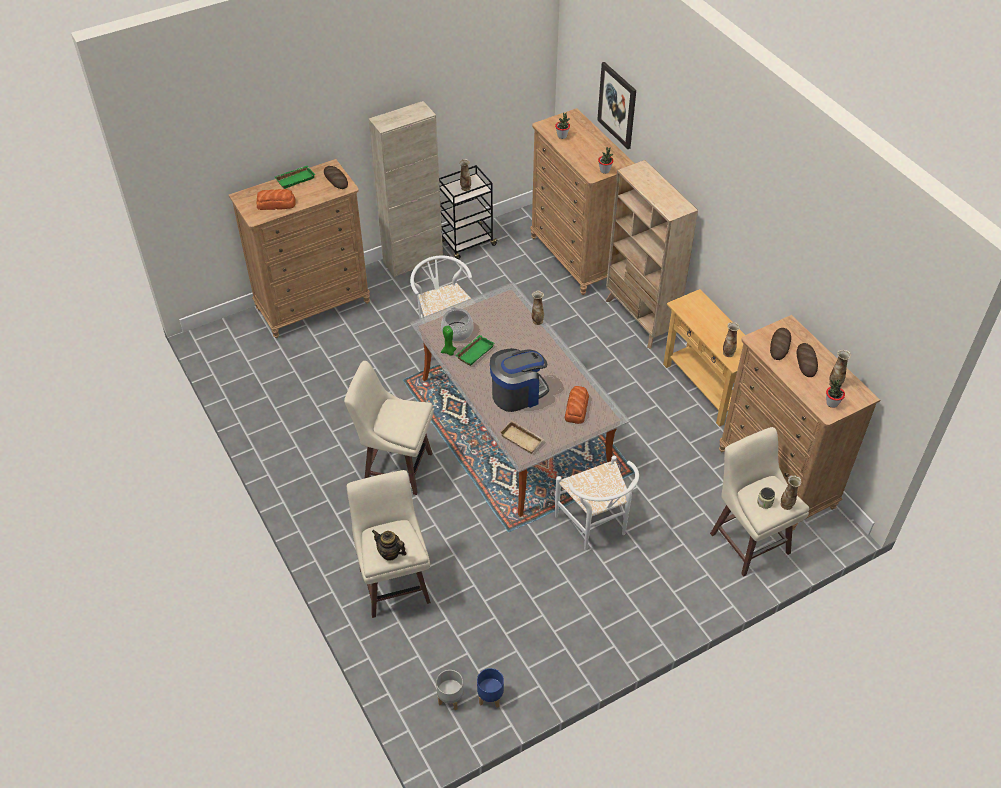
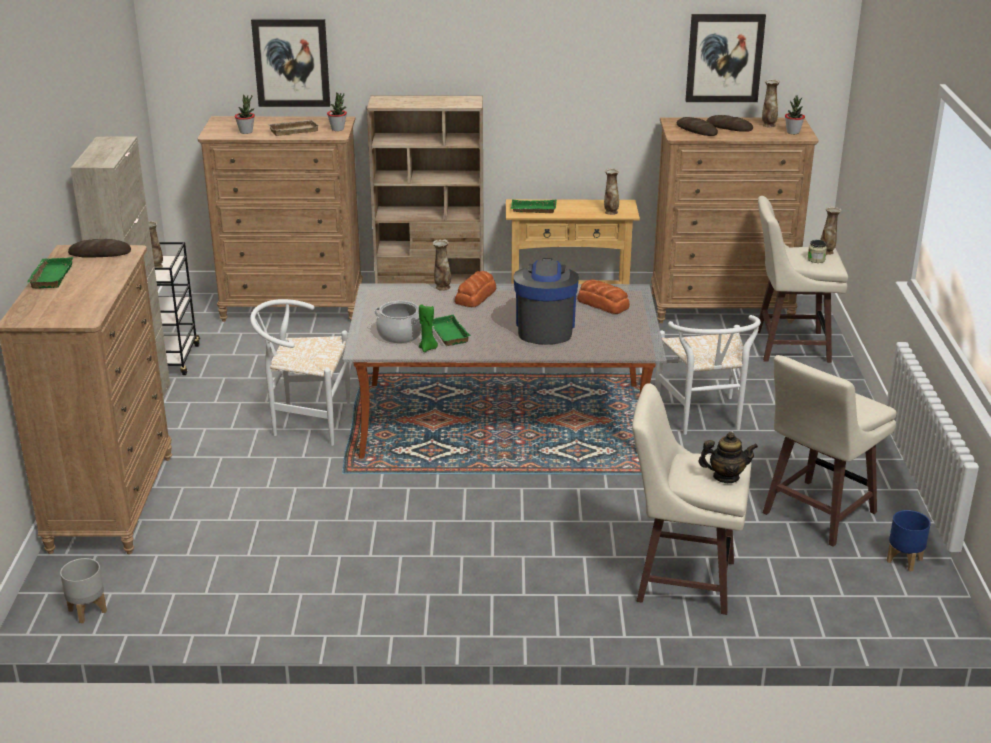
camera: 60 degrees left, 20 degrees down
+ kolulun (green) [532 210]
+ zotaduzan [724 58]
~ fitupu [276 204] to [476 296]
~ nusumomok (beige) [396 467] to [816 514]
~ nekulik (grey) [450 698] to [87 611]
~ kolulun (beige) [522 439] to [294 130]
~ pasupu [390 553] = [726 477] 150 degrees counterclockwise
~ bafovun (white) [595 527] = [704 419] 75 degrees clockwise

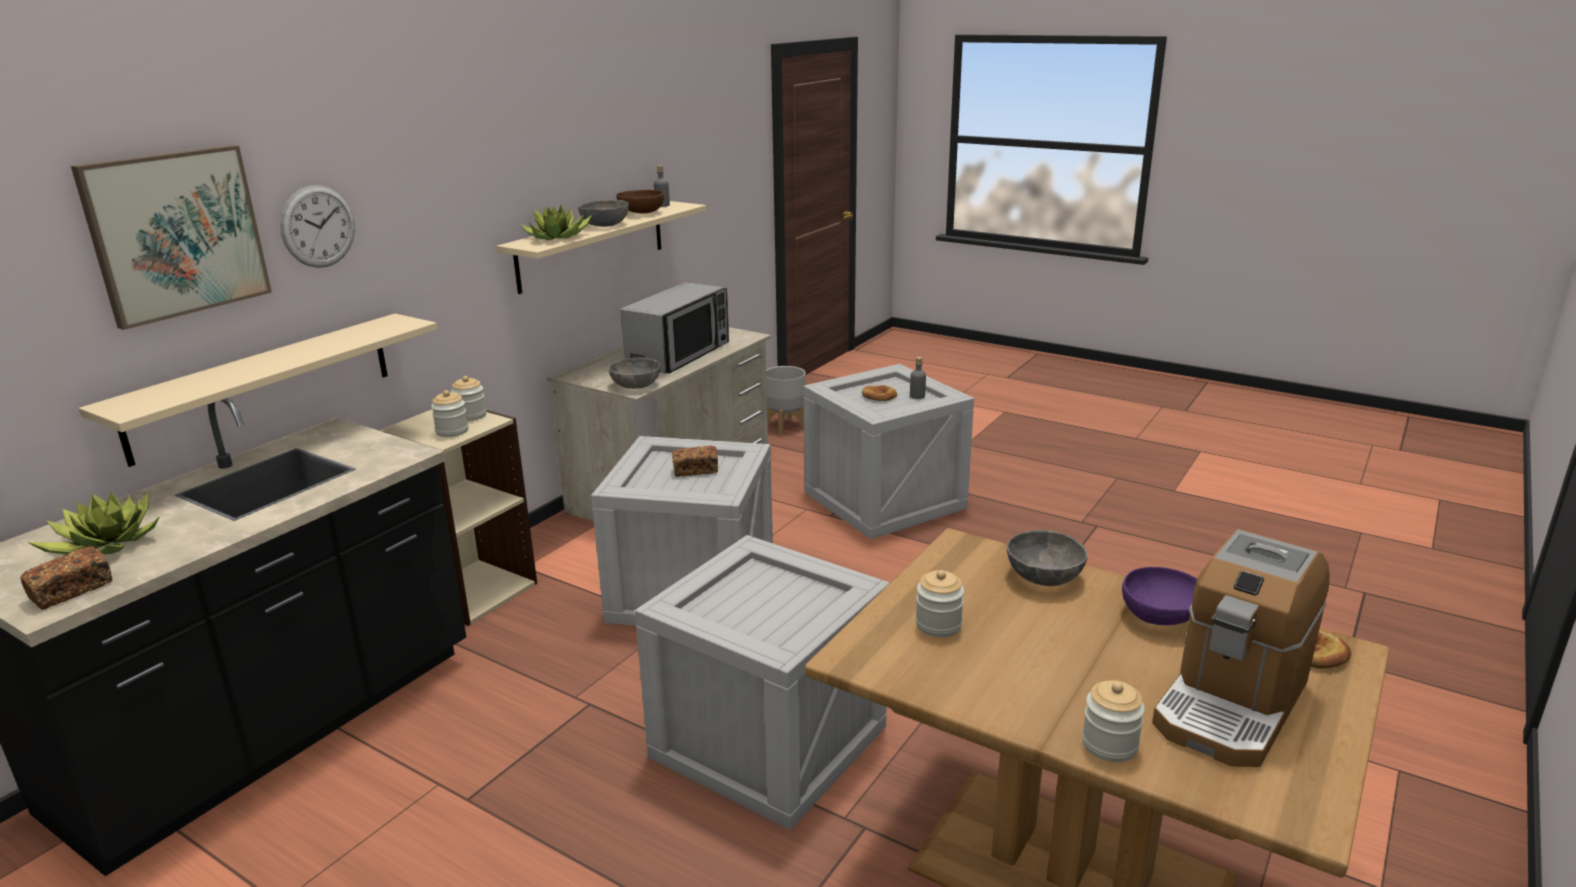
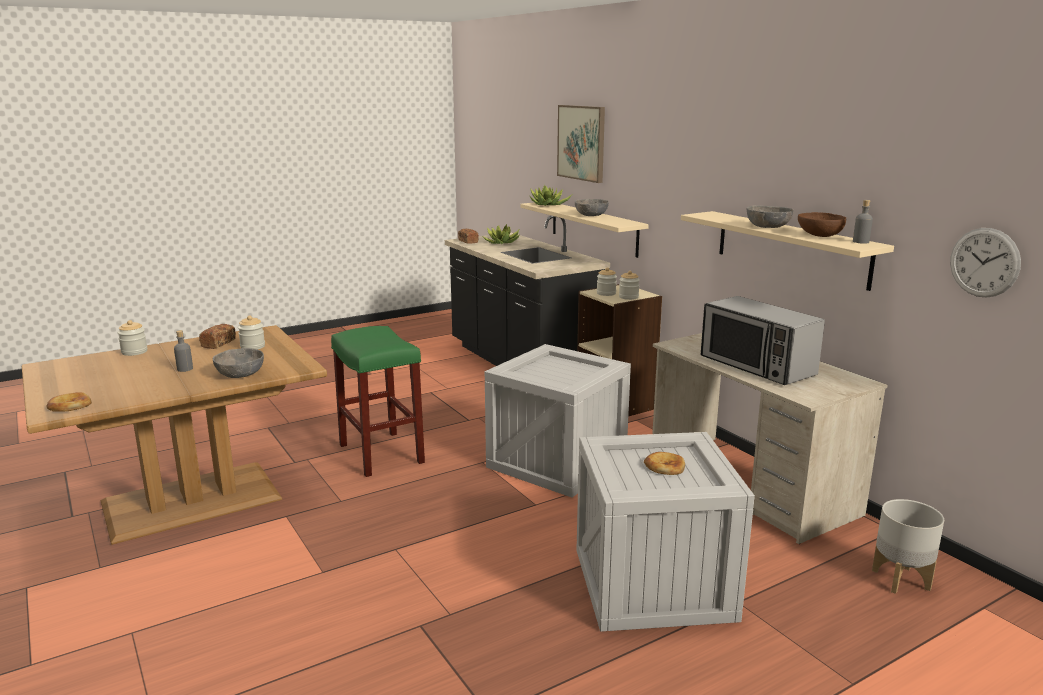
camera: 115 degrees right, 5 degrees down
- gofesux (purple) [1161 617]
- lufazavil [1231 703]
~ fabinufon [318 226] to [984 262]
~ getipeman [557 237] to [548 205]
~ gofesux (grey) [635 385] to [591 215]
~ fitupu [695 470] to [218 343]
~ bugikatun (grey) [917 396] to [185 369]
~ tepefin [768 742] to nusumomok (green) [382 454]

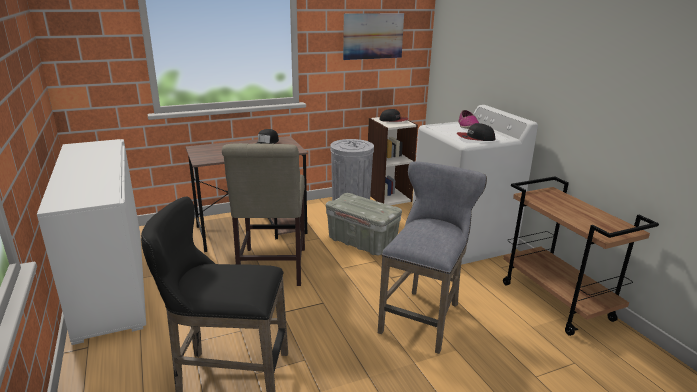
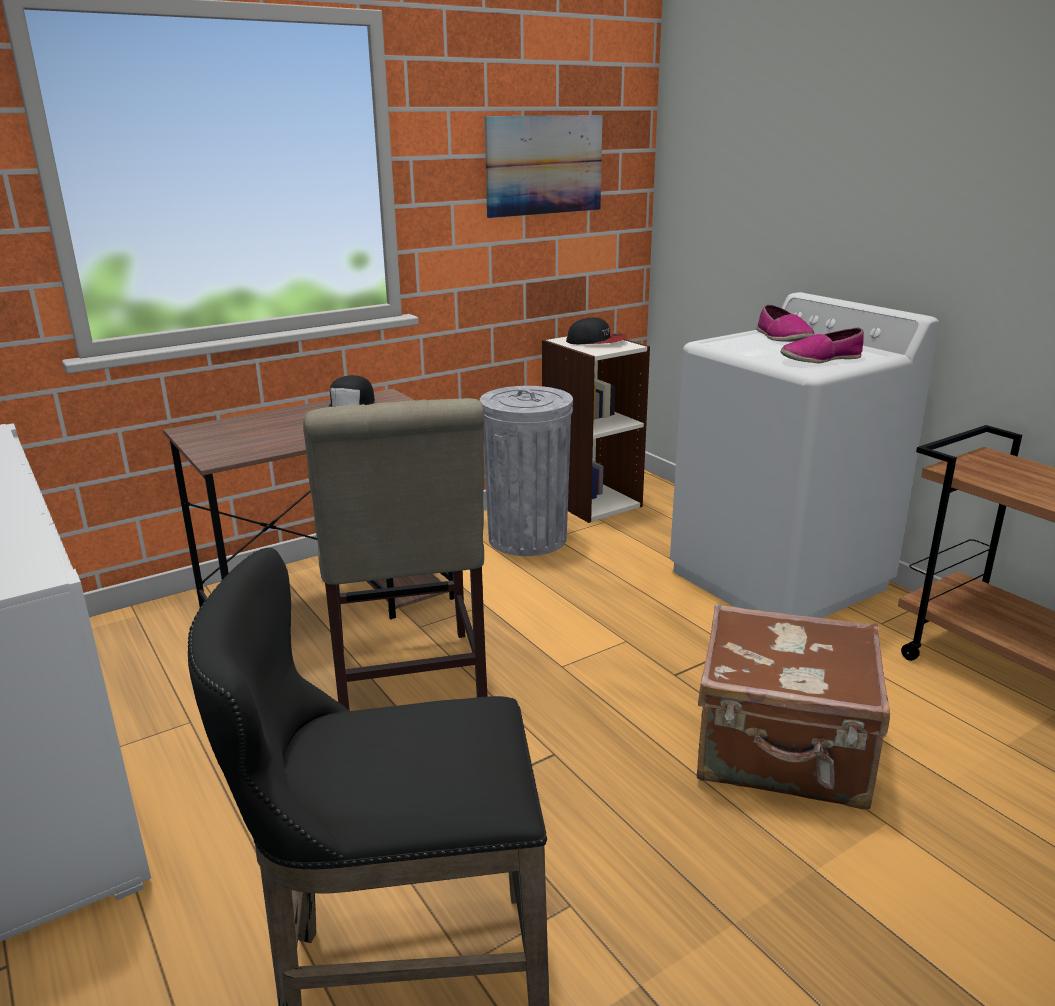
camera: 10 degrees left, 0 degrees up
- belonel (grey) [361 242]
~ nusumomok (grey) [424 316] to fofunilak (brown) [782 753]
~ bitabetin [475 138] to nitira [820 359]

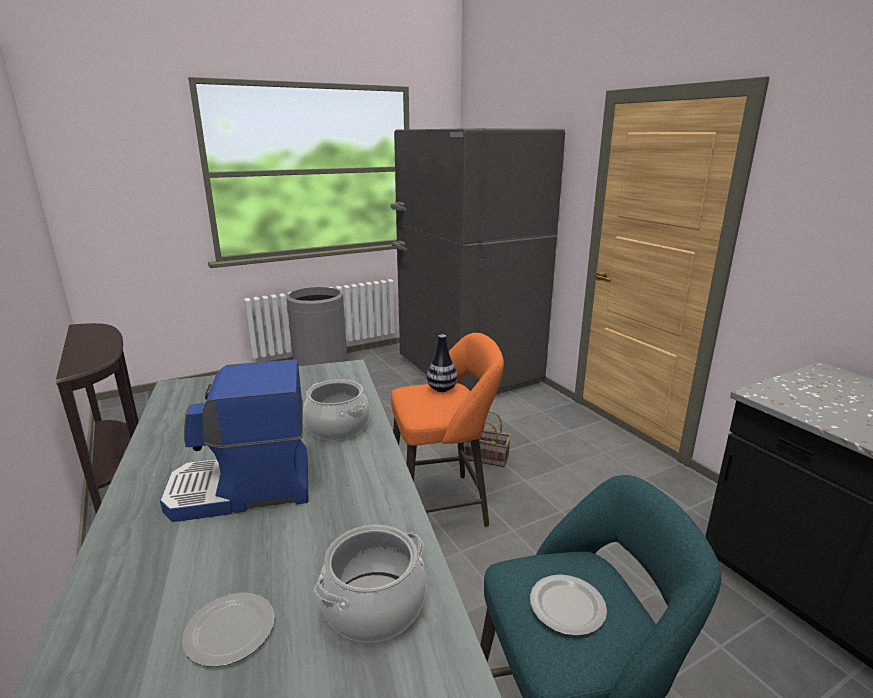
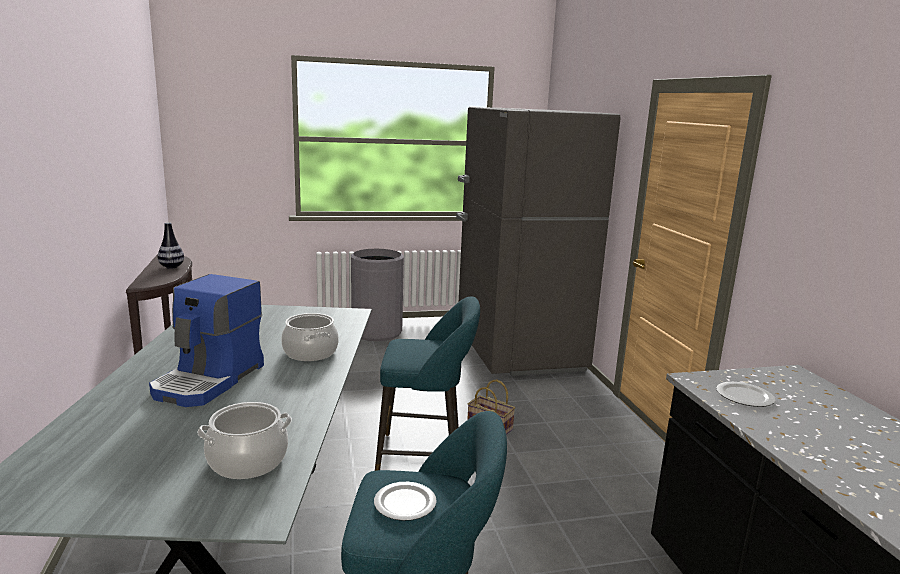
camera: 15 degrees right, 5 degrees down
~ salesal [229 629] to [744 396]
~ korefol [441 389] to [171 267]
~ nusumomok (orange) [443 505] to nusumomok (turquoise) [425 457]
~ lufazavil [242 490] = [210 380] 75 degrees counterclockwise

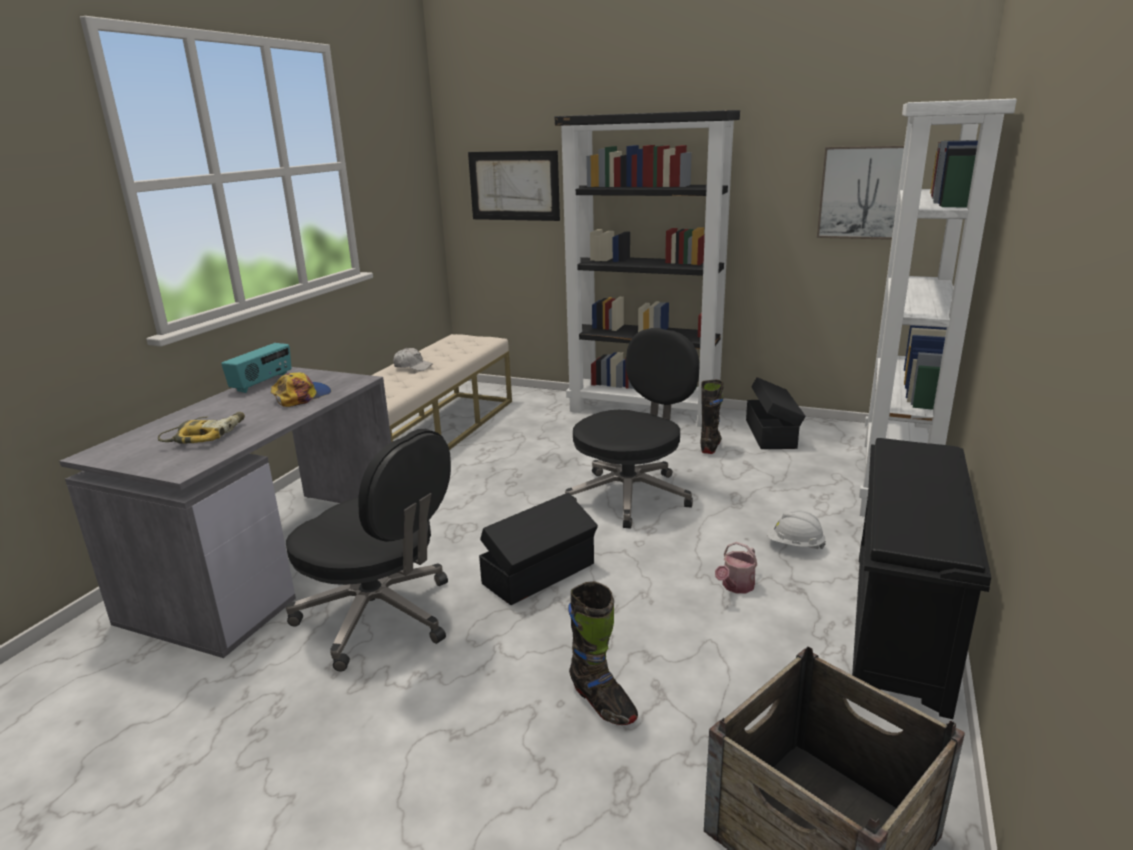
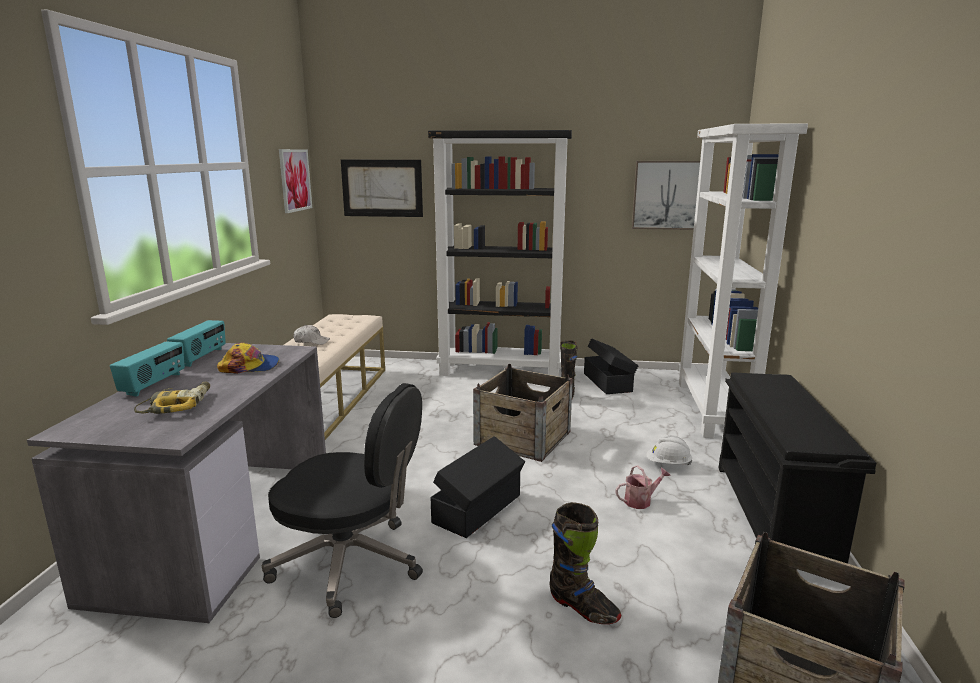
camera: 15 degrees left, 5 degrees down
+ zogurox [154 384]
+ zotaduzan [295 180]
~ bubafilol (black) [631 495] to tepefin [523 438]
~ bitabetin [301 396] = [250 366] 60 degrees clockwise
~ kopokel [736 587] = [641 501] 135 degrees counterclockwise

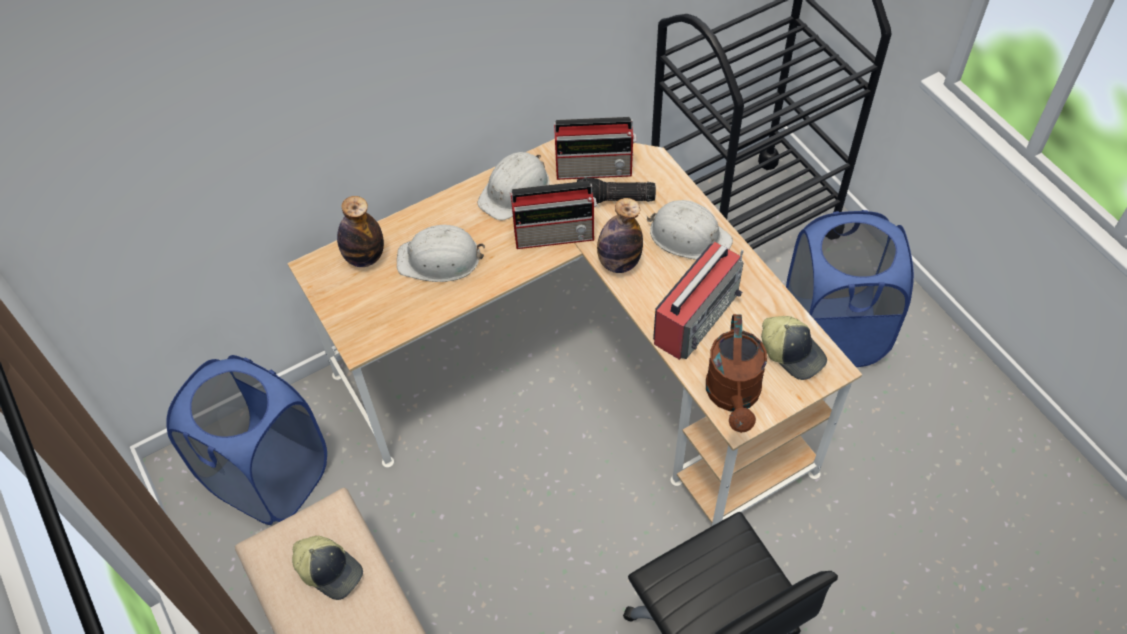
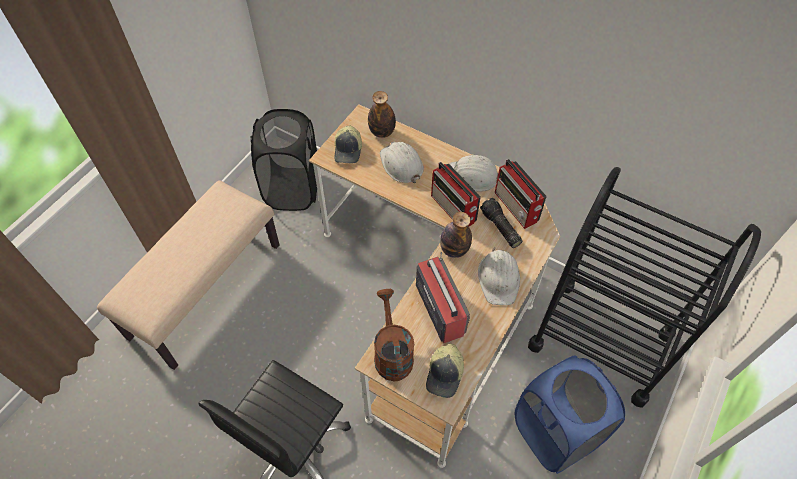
camera: 60 degrees right, 0 degrees up
~ bitabetin [330 570] to [348 150]
~ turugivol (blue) [269 477] to turugivol (black) [292 189]
~ zogurox [696 317] = [439 308] 120 degrees counterclockwise
~ kopokel (brown) [734 397] = [392 353] 105 degrees clockwise

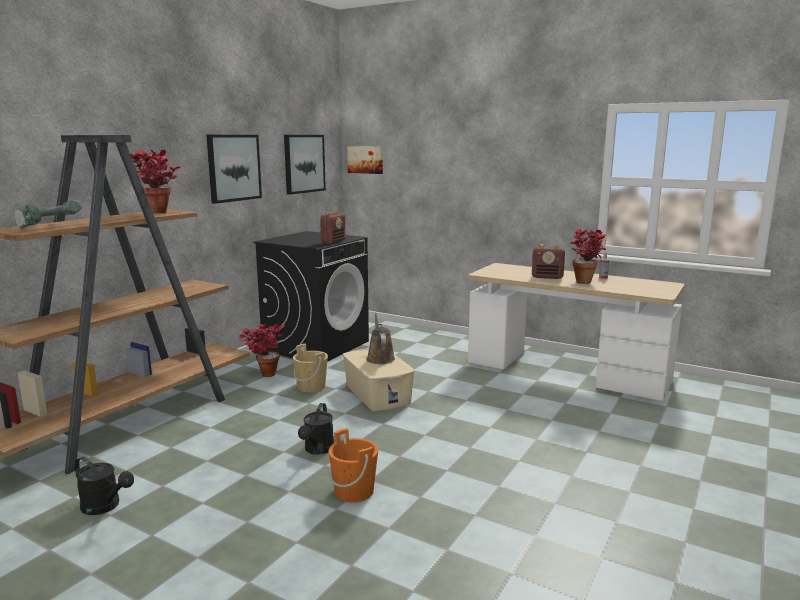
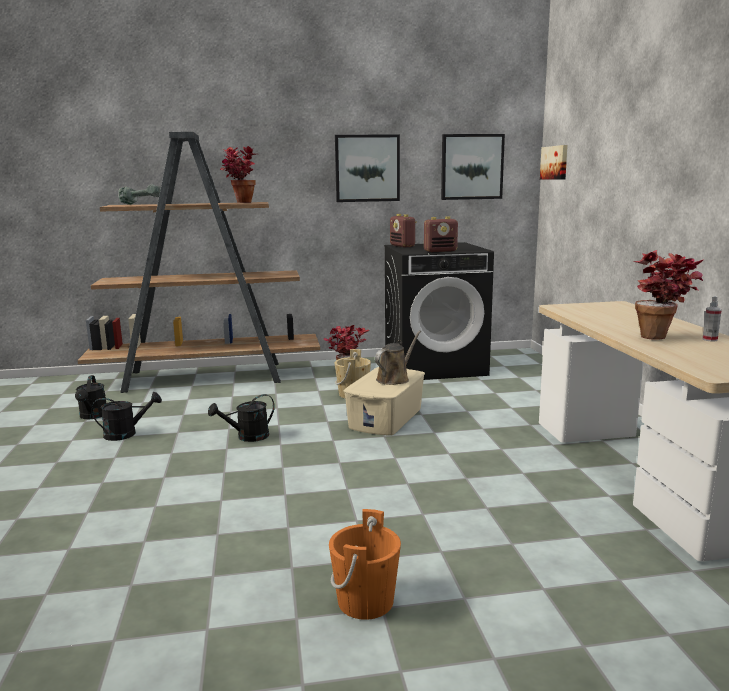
camera: 50 degrees right, 0 degrees up
+ kopokel (black) [126 434]
~ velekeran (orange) [354 491] to [365 601]
~ zogurox [547 277] to [402 246]

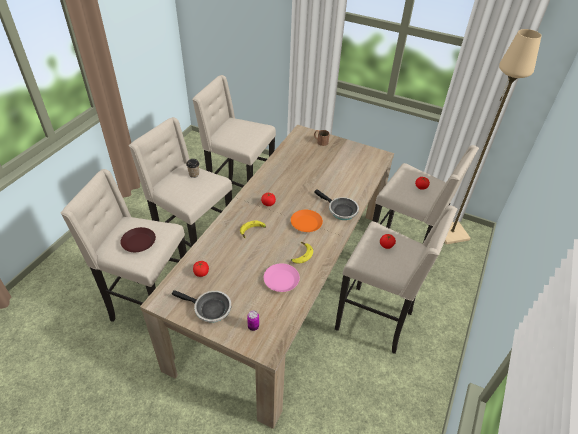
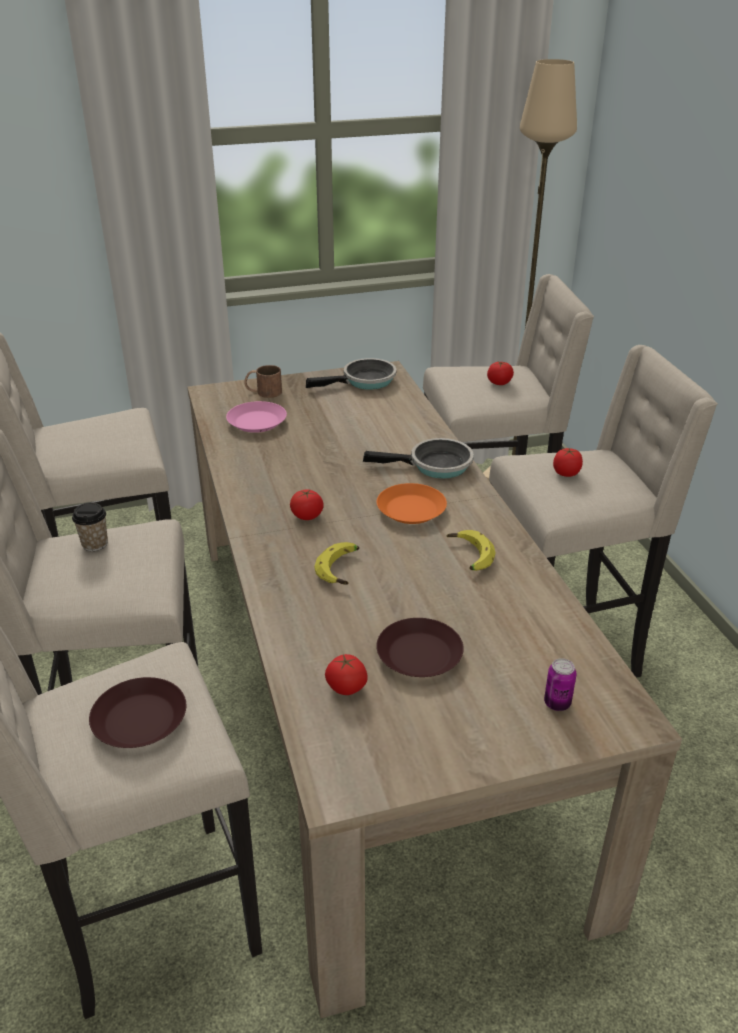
camera: 40 degrees left, 10 degrees down
+ salesal (brown) [420 654]
~ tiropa [209 309] to [365 381]
~ salesal (pink) [281 280] to [257 422]

